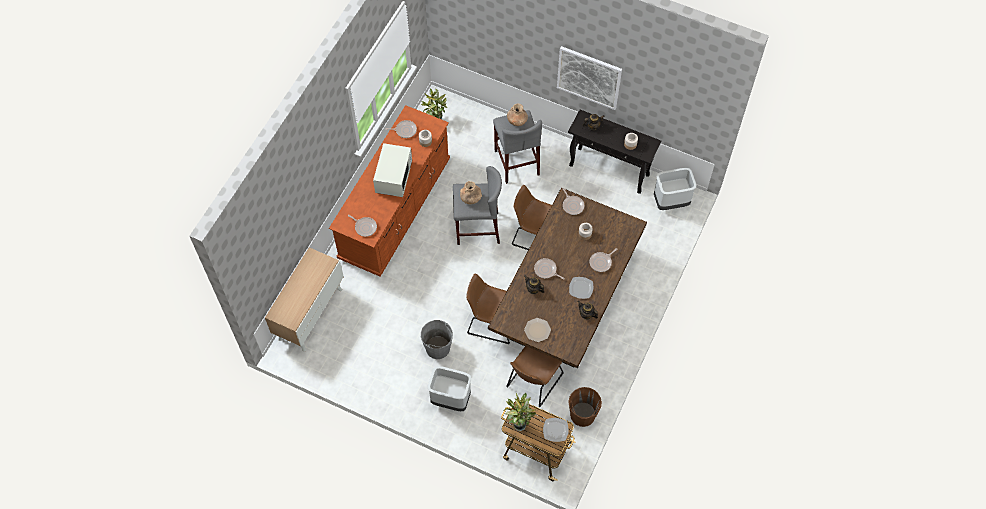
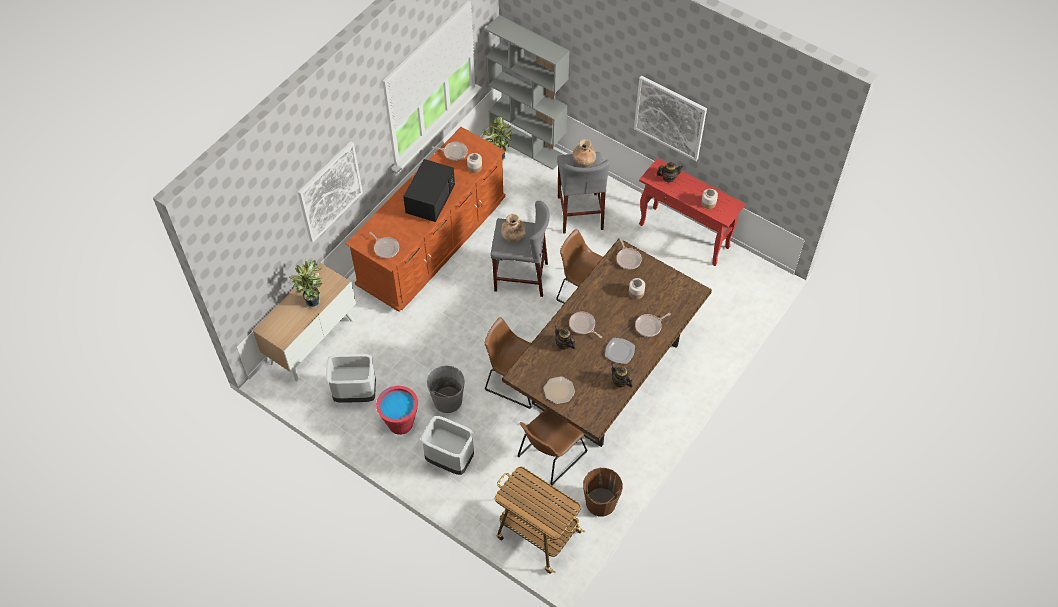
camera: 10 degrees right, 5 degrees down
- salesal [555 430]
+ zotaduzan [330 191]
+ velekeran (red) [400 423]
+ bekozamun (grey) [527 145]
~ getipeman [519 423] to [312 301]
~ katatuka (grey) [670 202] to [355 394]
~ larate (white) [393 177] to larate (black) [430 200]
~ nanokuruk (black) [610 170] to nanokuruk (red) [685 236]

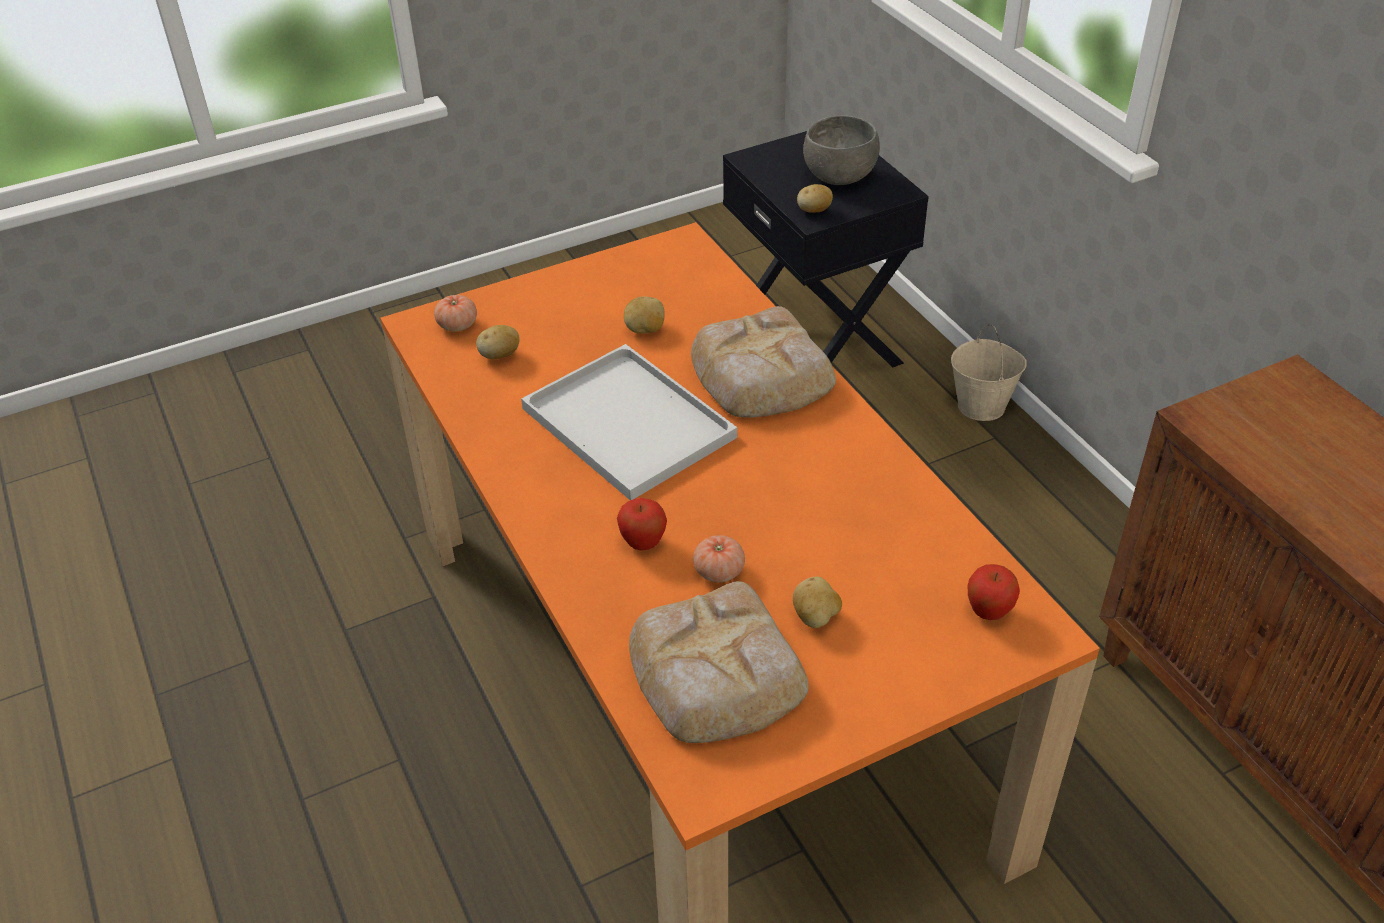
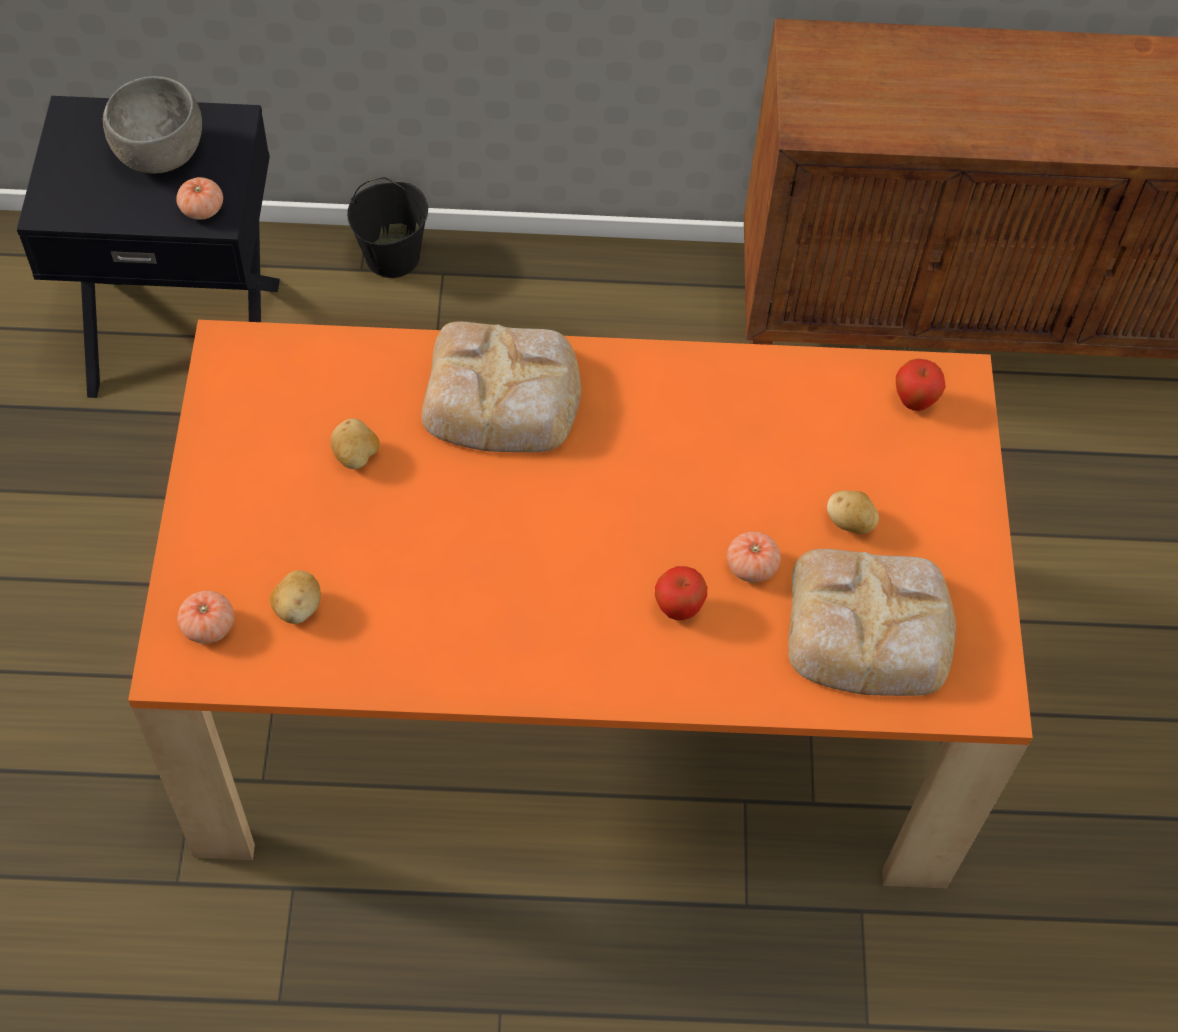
camera: 65 degrees left, 15 degrees up
- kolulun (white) [624 422]
~ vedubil [814 211] to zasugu [202 209]
~ velekeran (beige) [982 406] to velekeran (black) [392 256]

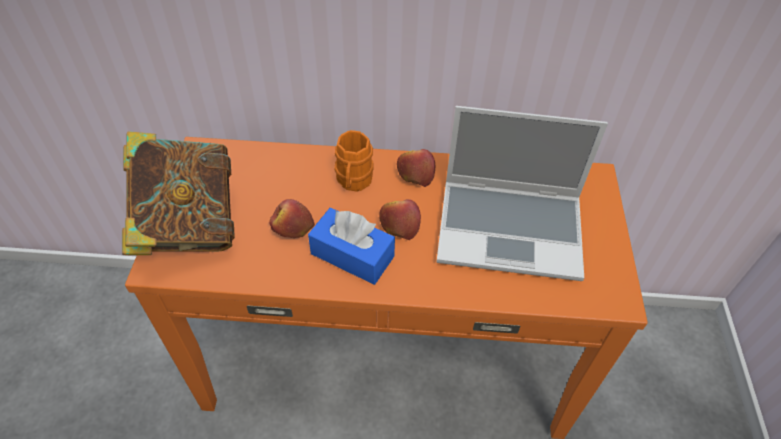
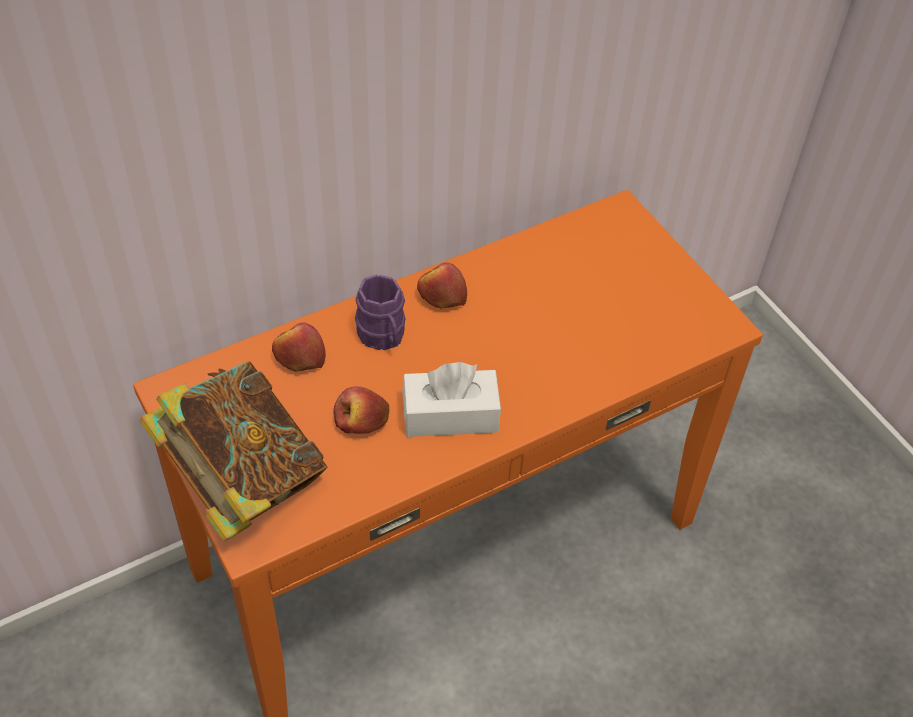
camera: 35 degrees left, 0 degrees up
- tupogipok [511 229]
~ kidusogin [399 224] to [299 356]
~ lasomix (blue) [352 255] to lasomix (white) [450 415]
~ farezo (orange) [353 181] to farezo (purple) [383 337]

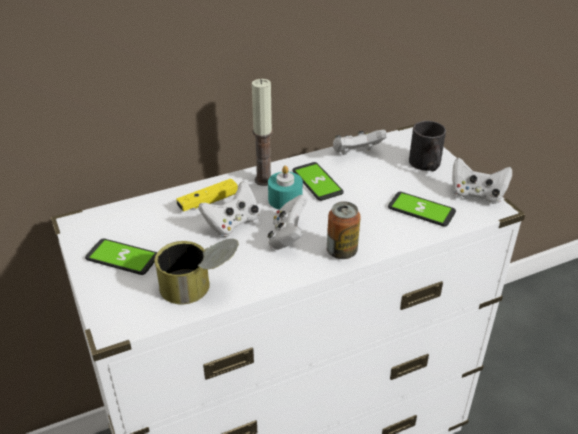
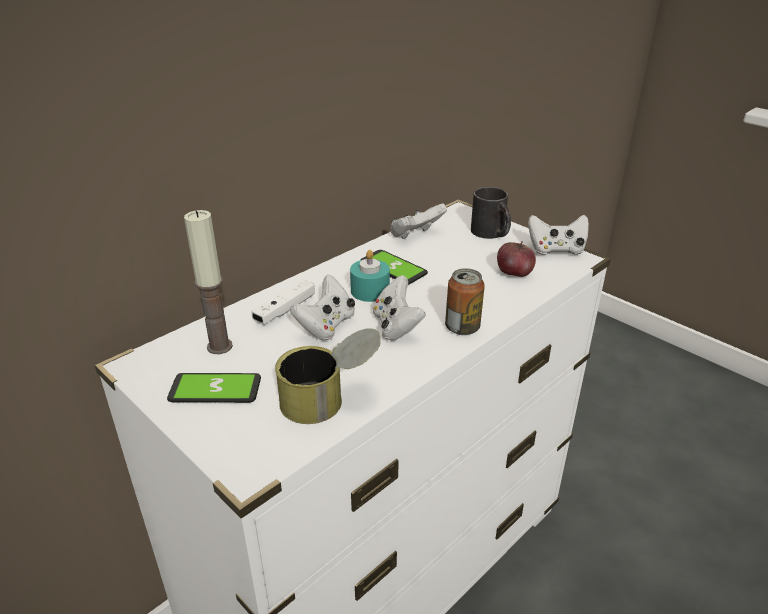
camera: 20 degrees left, 5 degrees down
~ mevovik [263 180] to [219 346]
~ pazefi [421 210] to kidusogin [514 273]
~ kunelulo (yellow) [208 202] to kunelulo (white) [285 309]

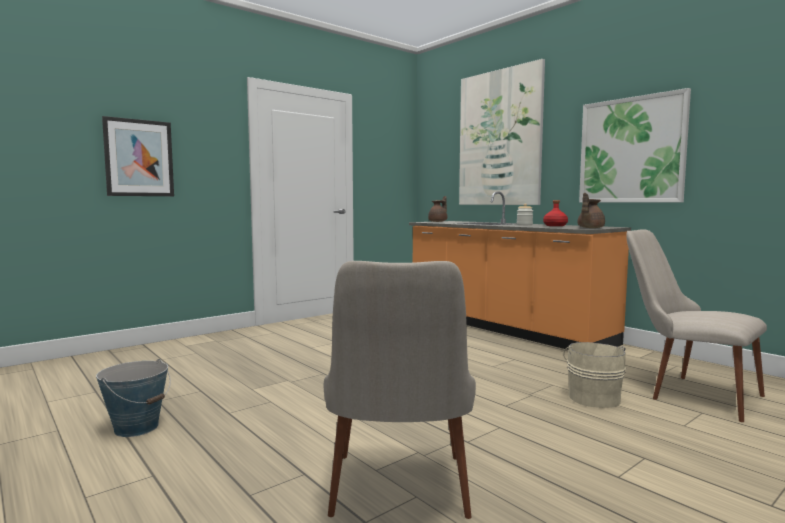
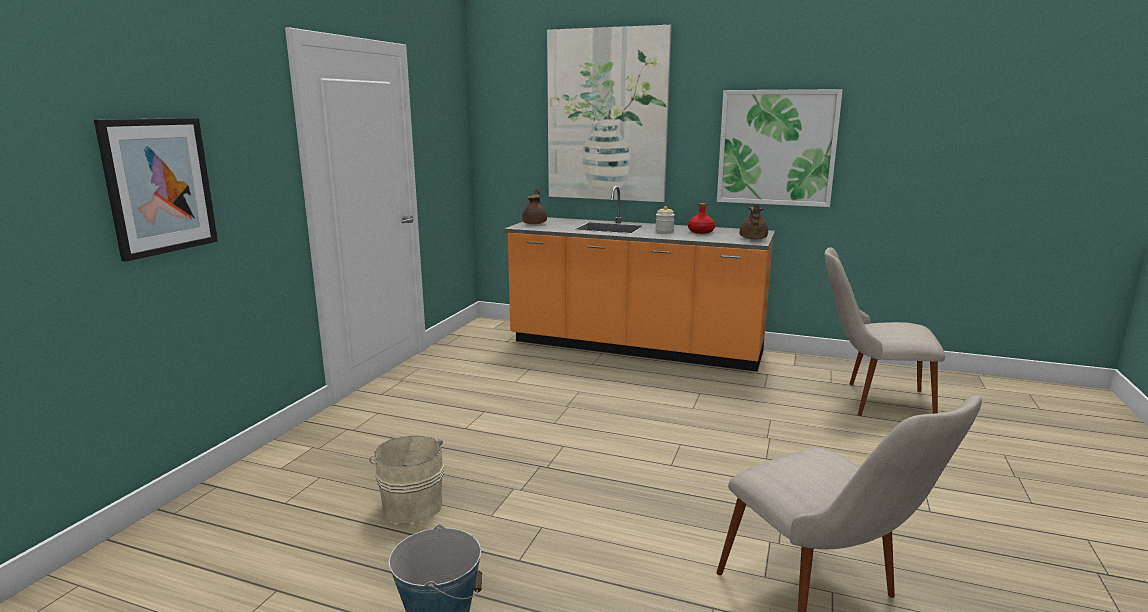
camera: 30 degrees left, 10 degrees up
~ velekeran (beige) [593 397] to [412 504]

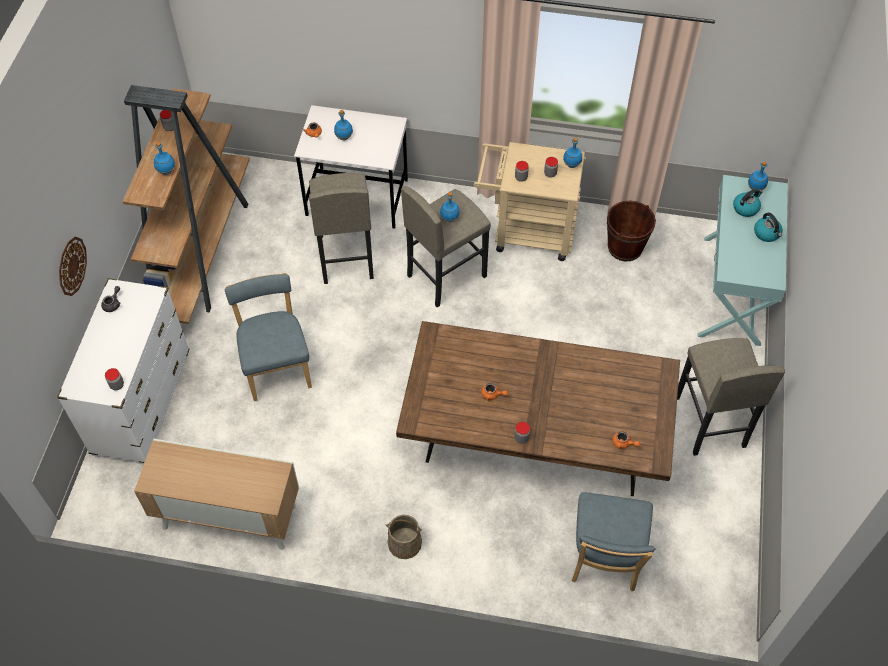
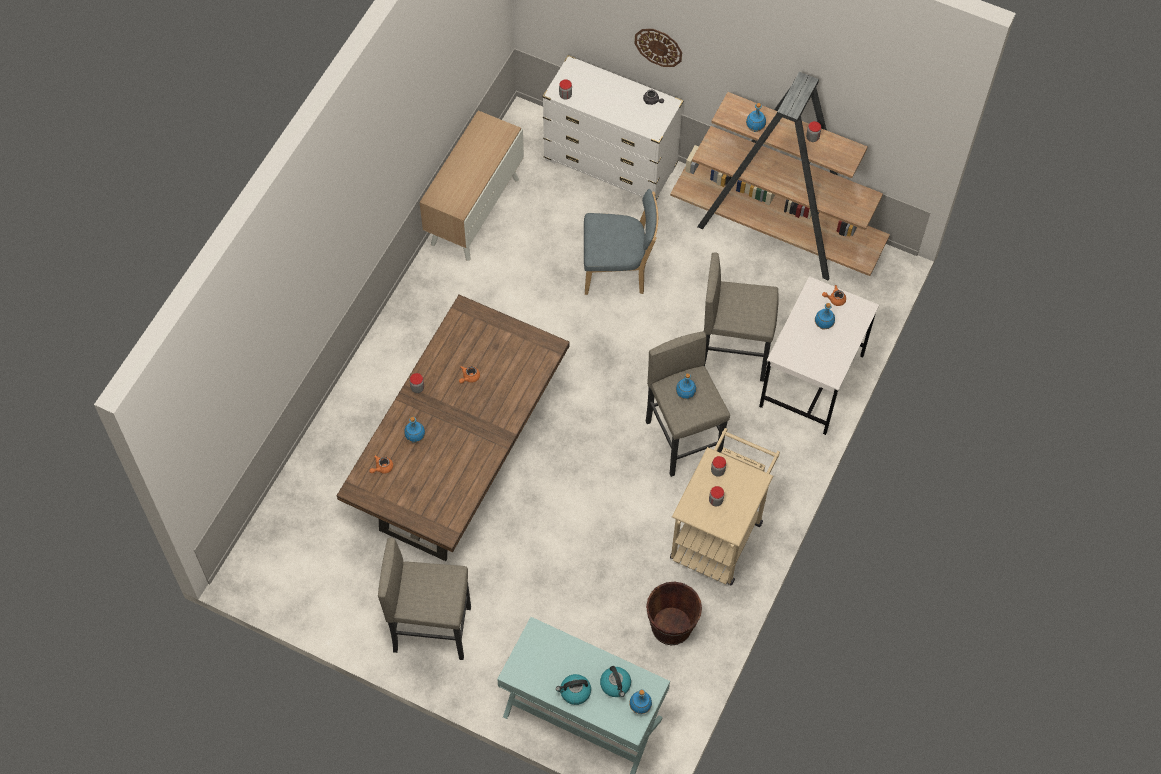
camera: 105 degrees right, 5 degrees up
- velekeran (beige) [404 543]
- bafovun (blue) [604 559]
~ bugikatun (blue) [571 165] to [415 437]

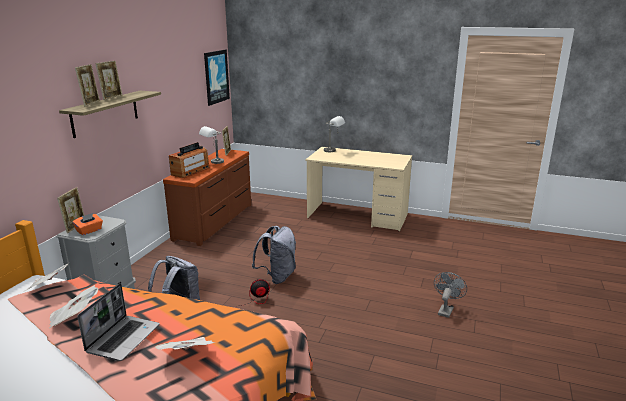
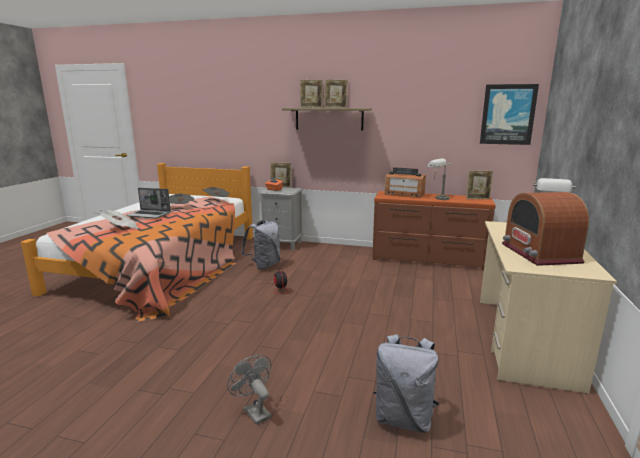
camera: 85 degrees right, 5 degrees down
+ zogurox [539 253]
~ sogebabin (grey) [277 276] to [404 418]
~ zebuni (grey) [446 310] = [254 411] 150 degrees counterclockwise

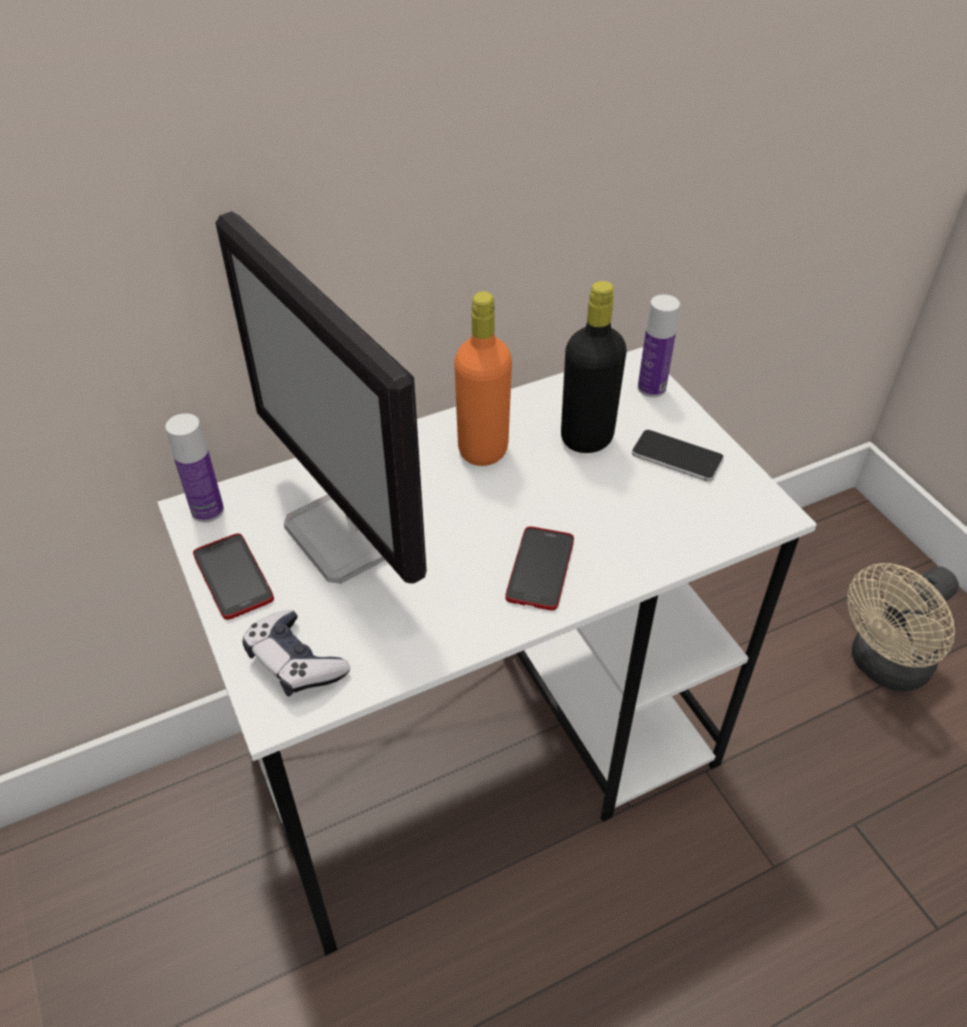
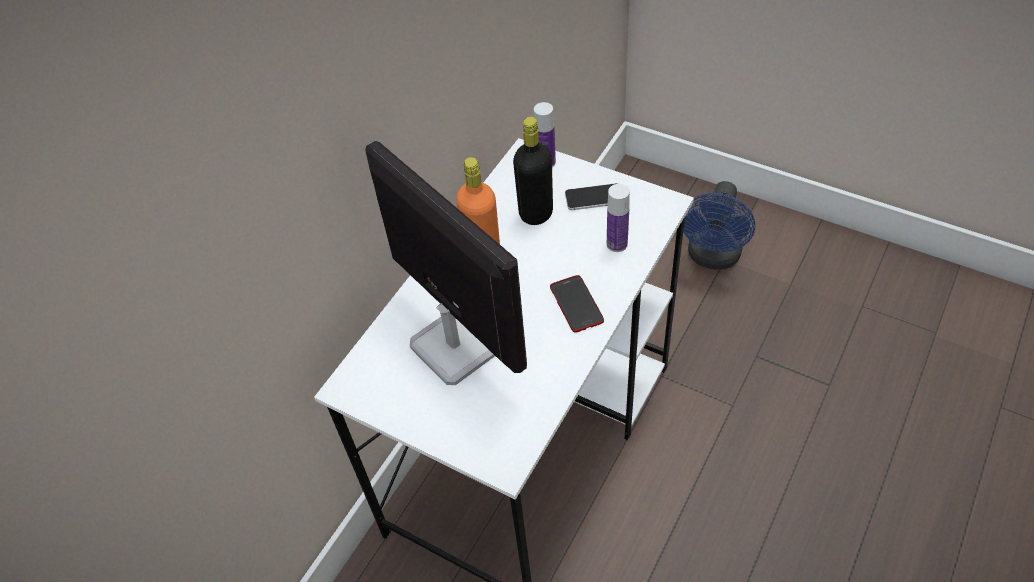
camera: 30 degrees left, 5 degrees up
- pazefi [233 577]
- kunelulo [295 662]
~ bugikatun [207 511] to [617 244]
~ zebuni (beige) [883 667] to zebuni (blue) [713 258]
~ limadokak [354 533] = [455 345] 150 degrees counterclockwise

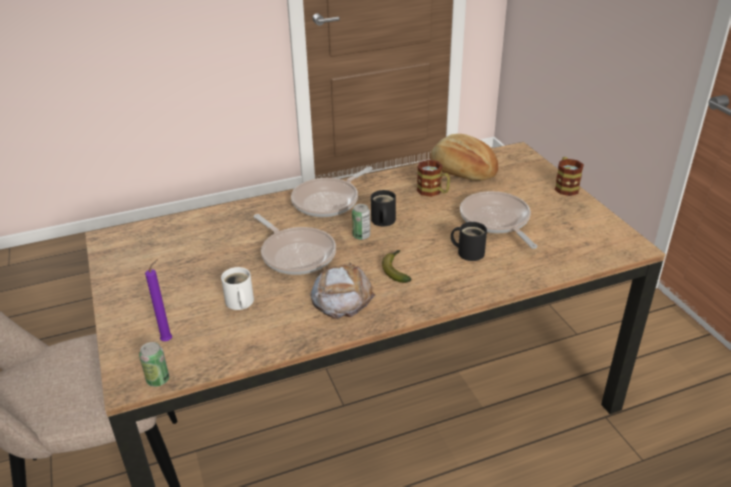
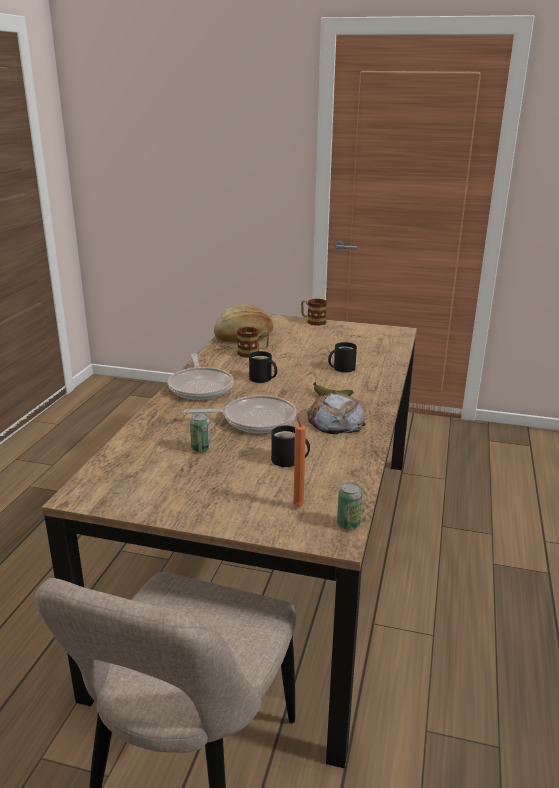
camera: 55 degrees left, 10 degrees down
- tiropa [496 221]
~ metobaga [361 236] to [201 449]
~ mevovik (purple) [168 340] to mevovik (orange) [298 505]
~ farezo (white) [239 303] to farezo (black) [288 461]

